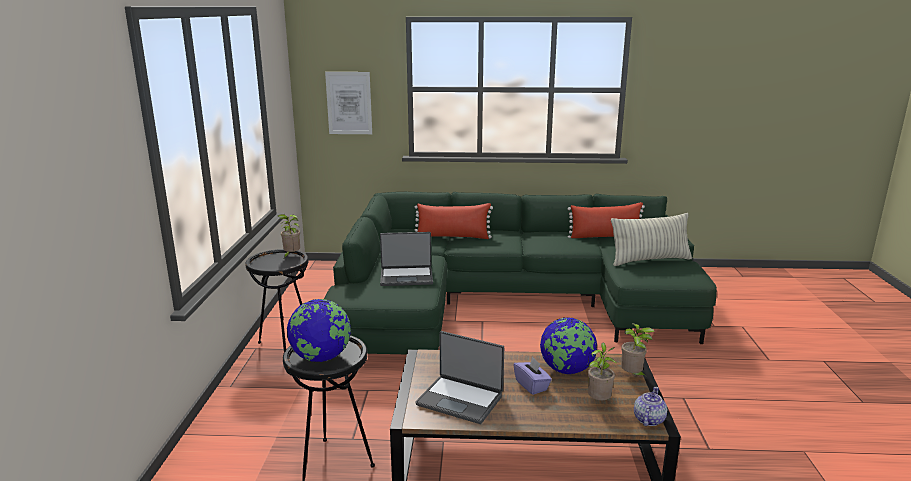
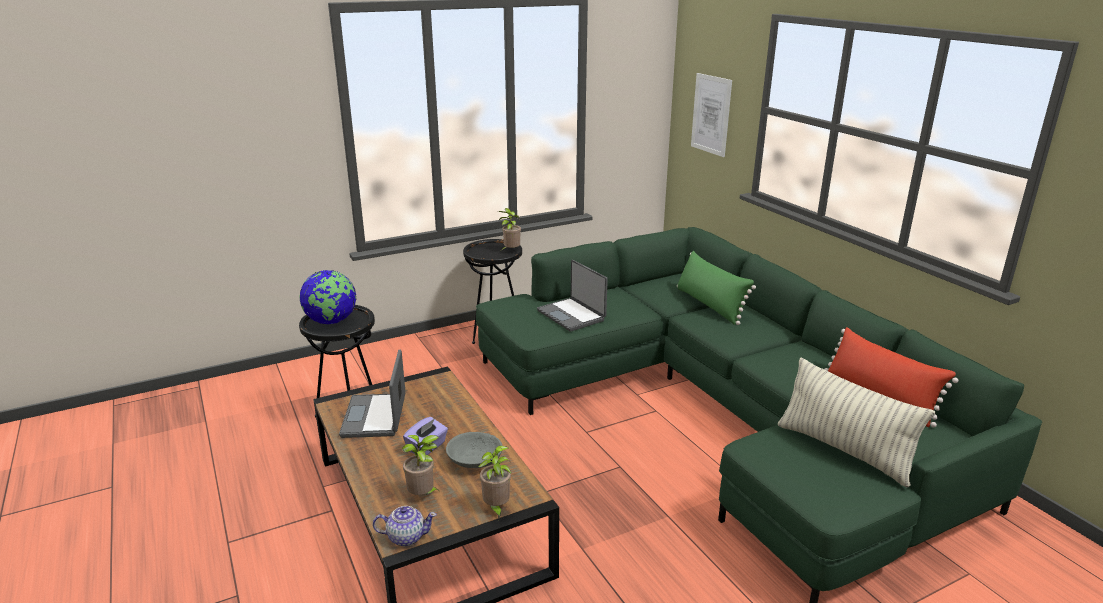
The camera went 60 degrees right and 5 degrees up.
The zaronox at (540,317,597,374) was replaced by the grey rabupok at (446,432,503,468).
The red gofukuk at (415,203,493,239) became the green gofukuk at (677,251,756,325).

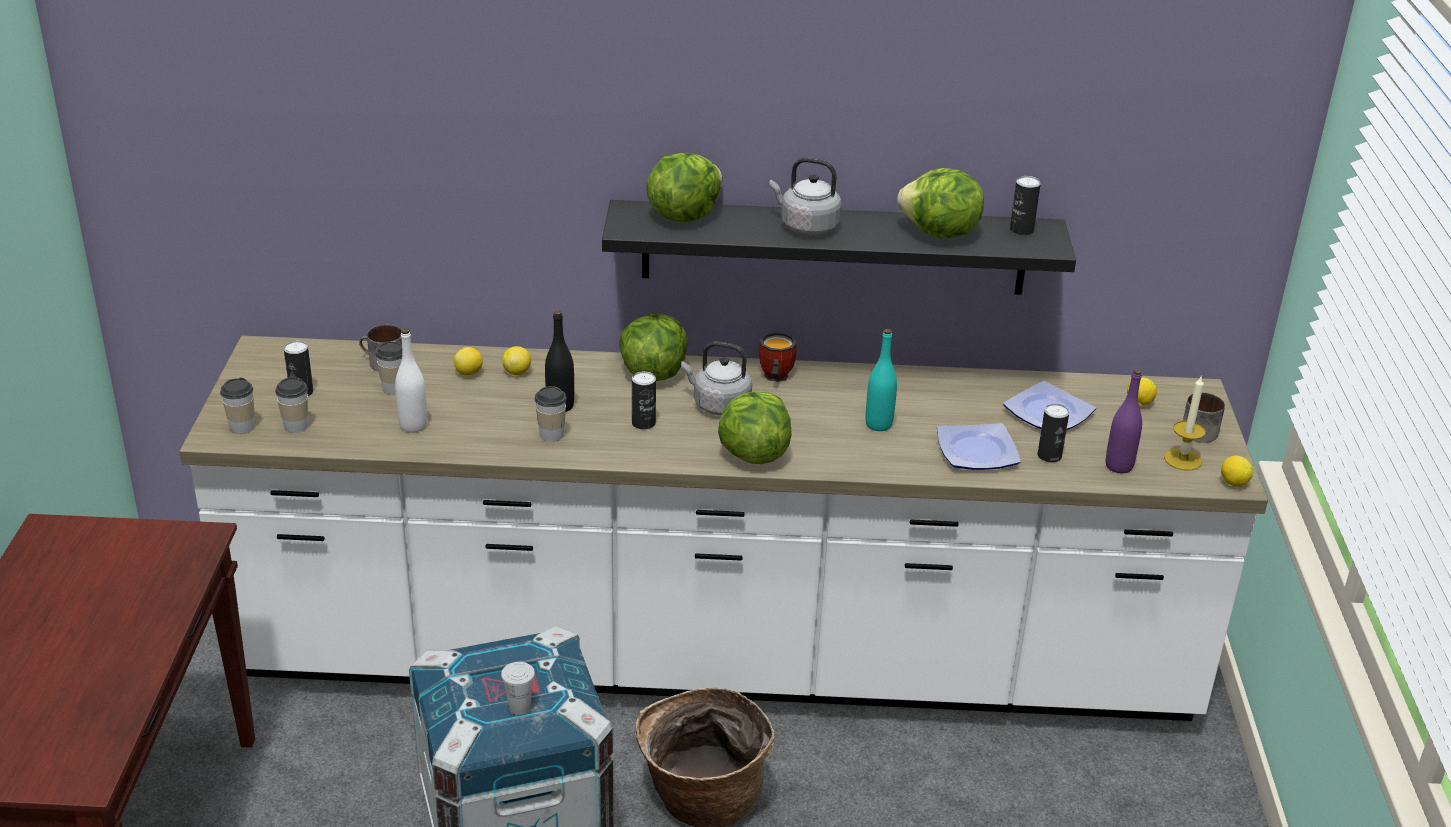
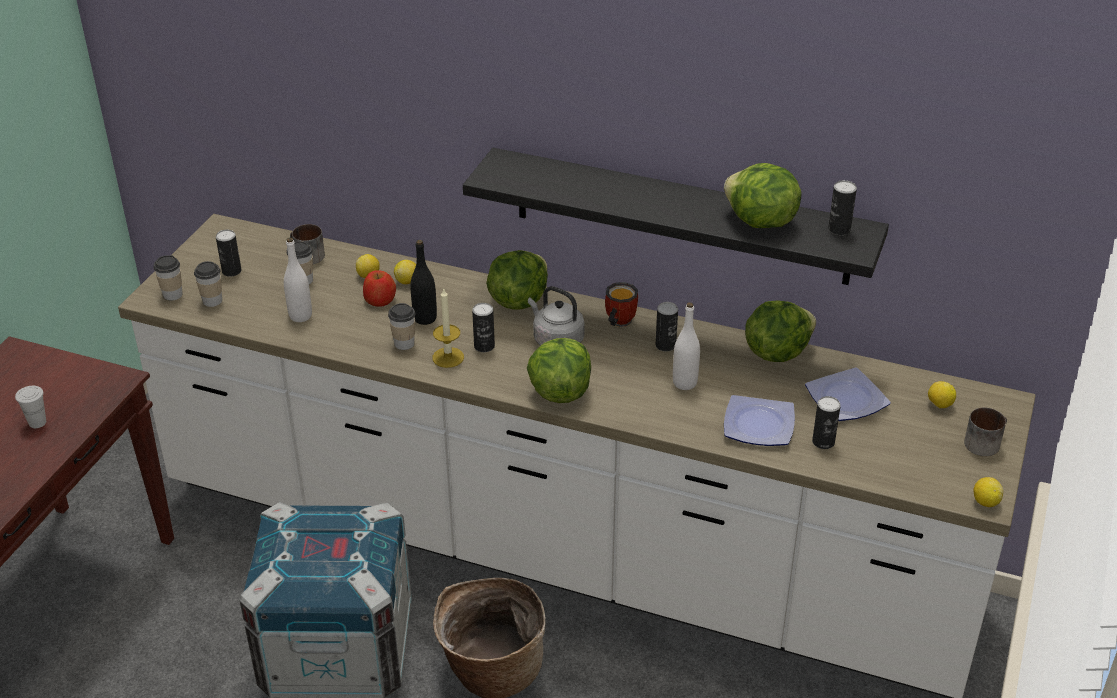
The camera went 20 degrees right and 5 degrees up.
The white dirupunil moved from (501,662,535,715) to (15,386,46,428).
The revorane at (363,270,396,307) appeared.
The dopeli moved from (1164,377,1206,471) to (432,289,464,368).
The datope at (656,302,678,351) appeared.
The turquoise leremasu at (866,329,897,431) became the white leremasu at (673,302,700,390).
The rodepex moved from (646,152,722,222) to (745,300,816,362).
The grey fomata at (769,157,842,235) disappeared.
The purple leremasu at (1106,369,1142,473) disappeared.

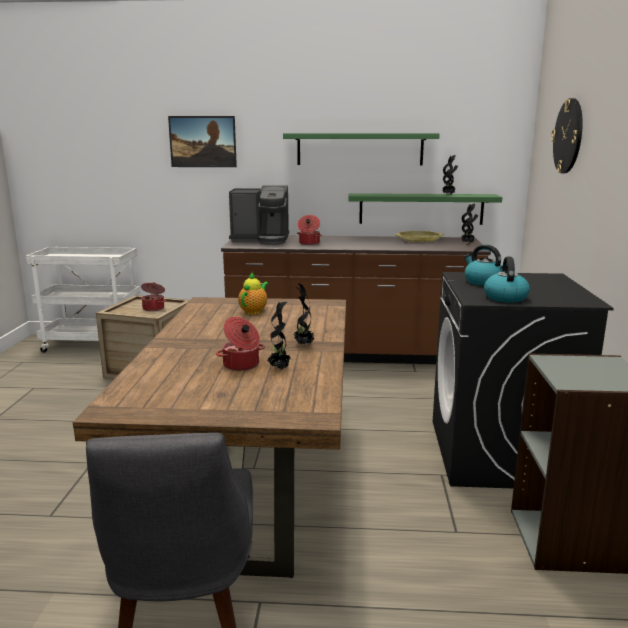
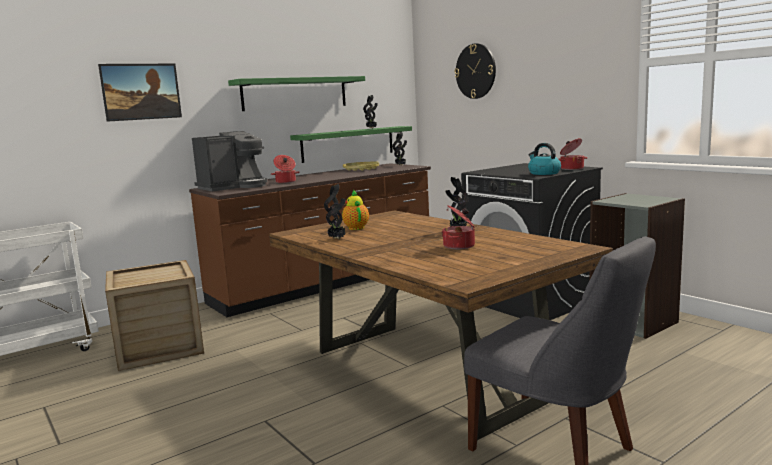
The camera went 40 degrees left and 5 degrees down.
The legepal moved from (267,302,291,370) to (324,184,346,239).
The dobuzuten moved from (140,282,166,311) to (559,138,588,170).
The fomata at (464,245,502,286) disappeared.

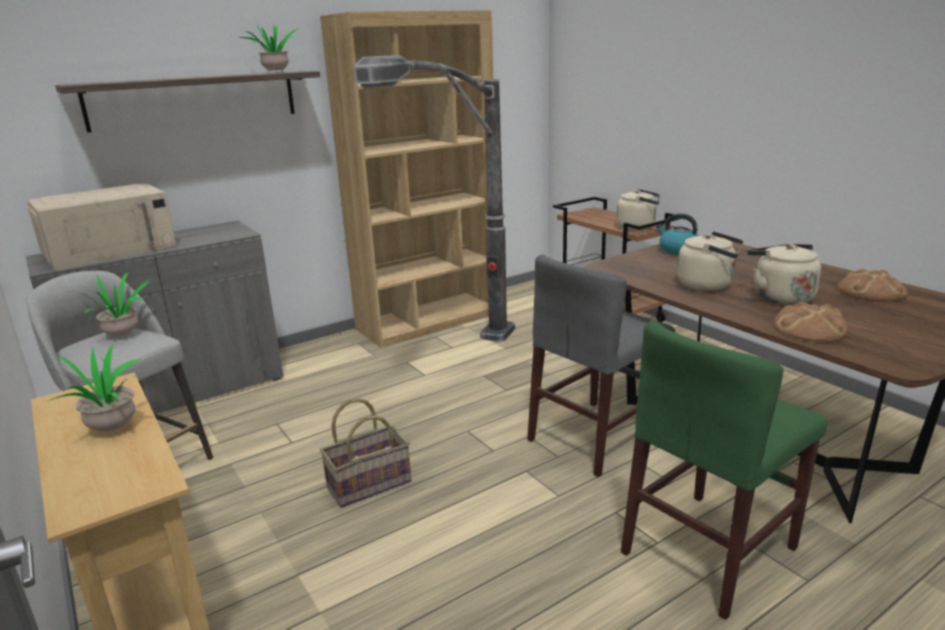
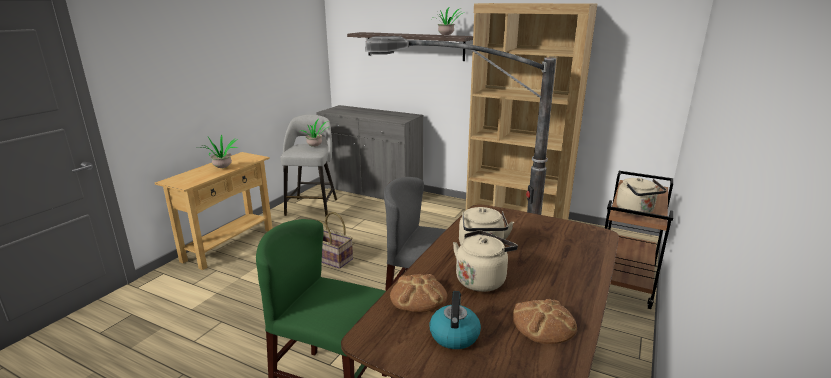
The camera went 60 degrees right and 0 degrees up.
The fomata moved from (656,213,699,255) to (429,291,481,349).
The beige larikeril at (27,183,177,271) disappeared.

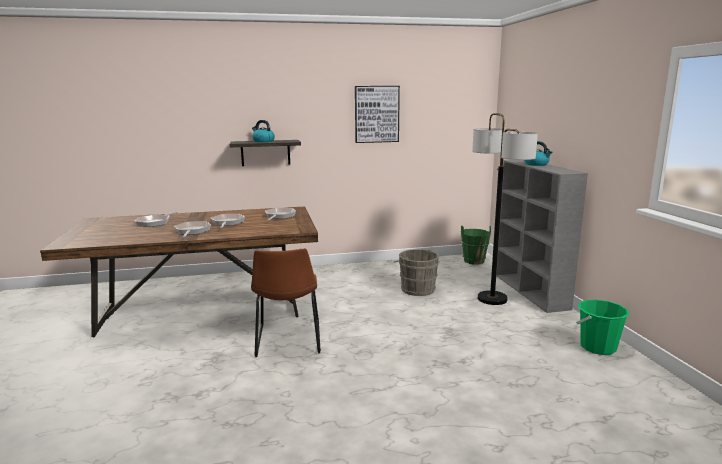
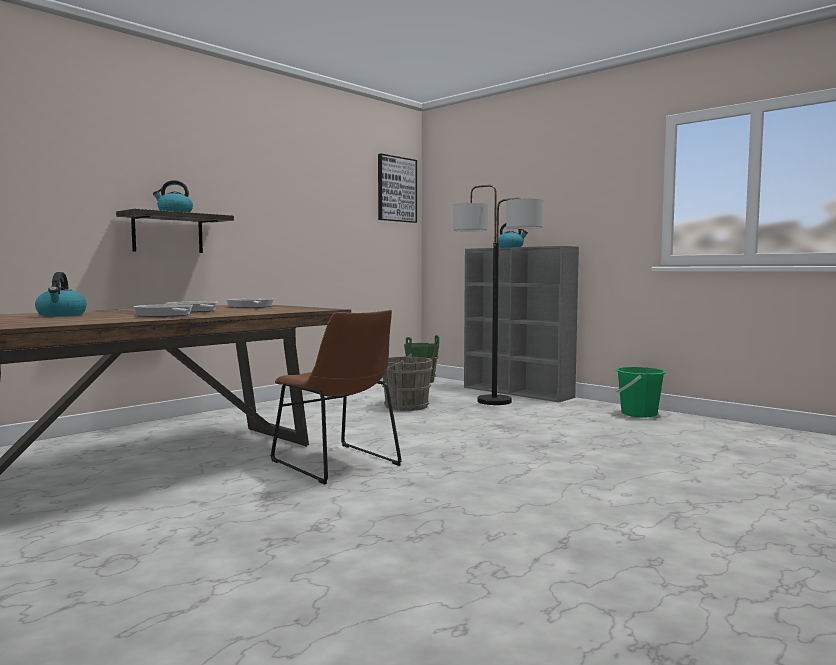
The camera went 35 degrees left and 10 degrees down.
The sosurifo at (134,211,177,227) was replaced by the fomata at (35,272,87,317).
The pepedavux moved from (355,86,400,143) to (378,154,417,223).

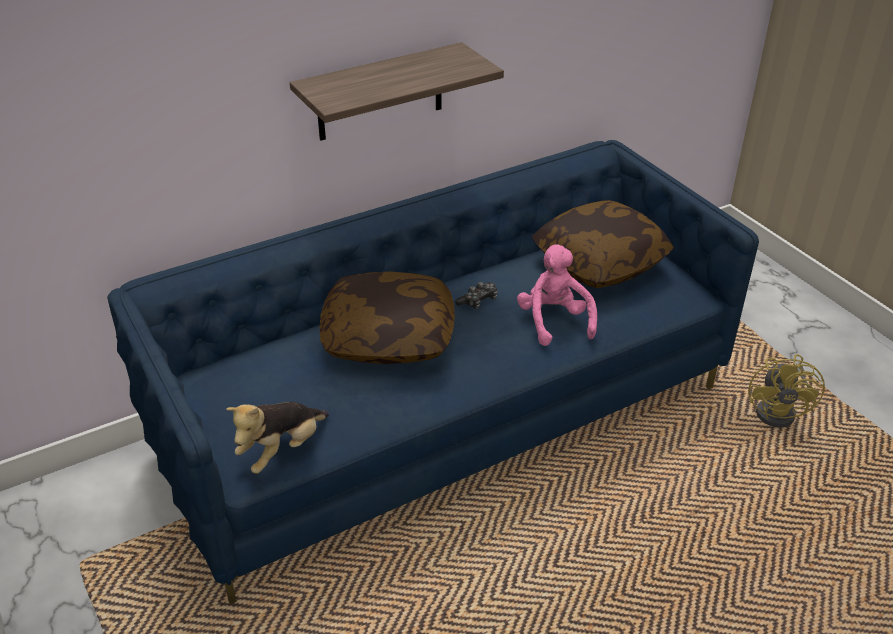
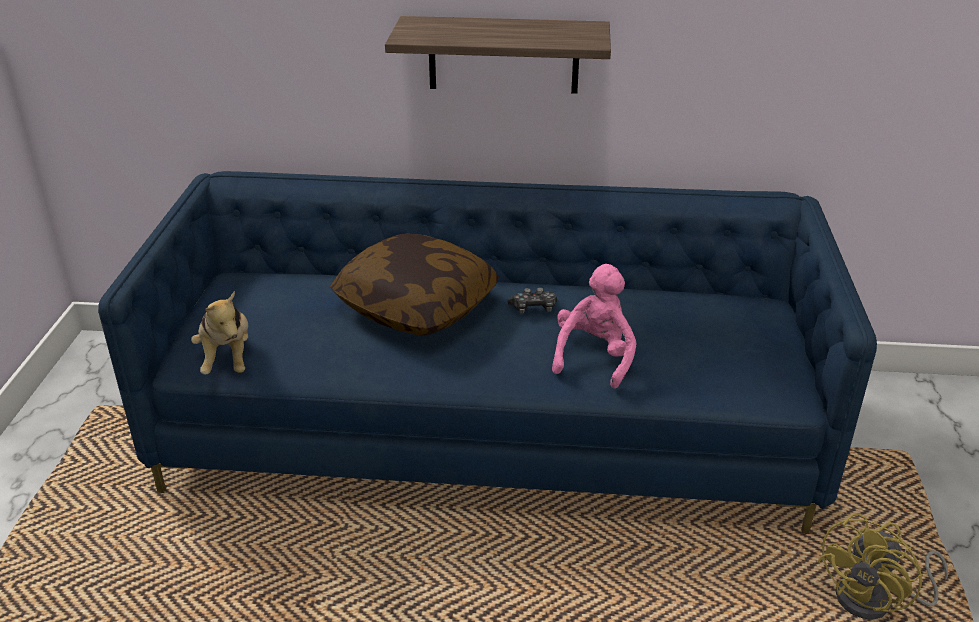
The camera went 35 degrees right and 5 degrees down.
The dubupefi at (226,402,329,474) turned 90 degrees counterclockwise.
The gofukuk at (532,200,674,288) disappeared.

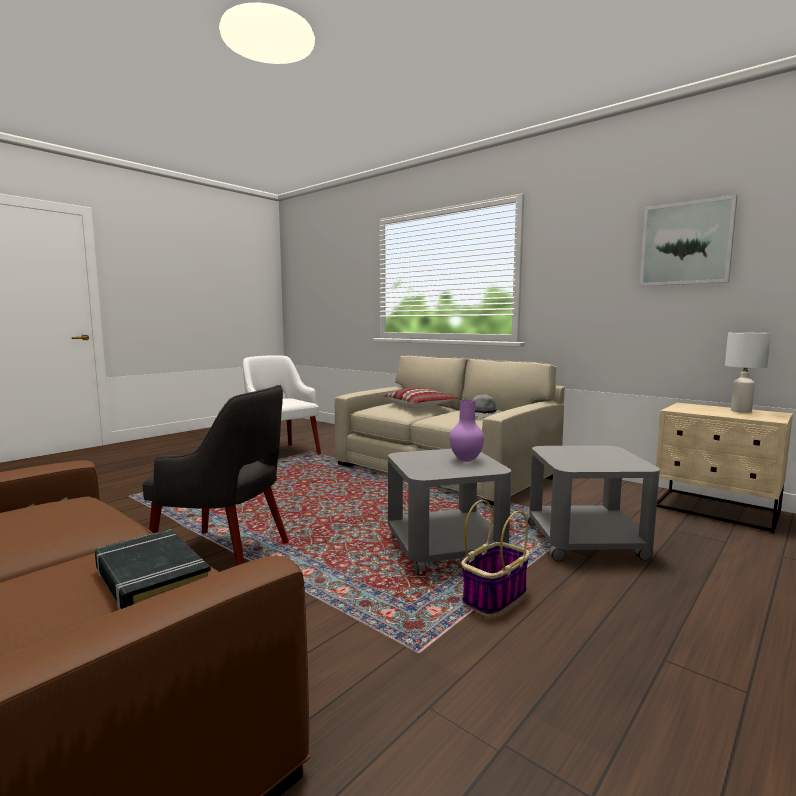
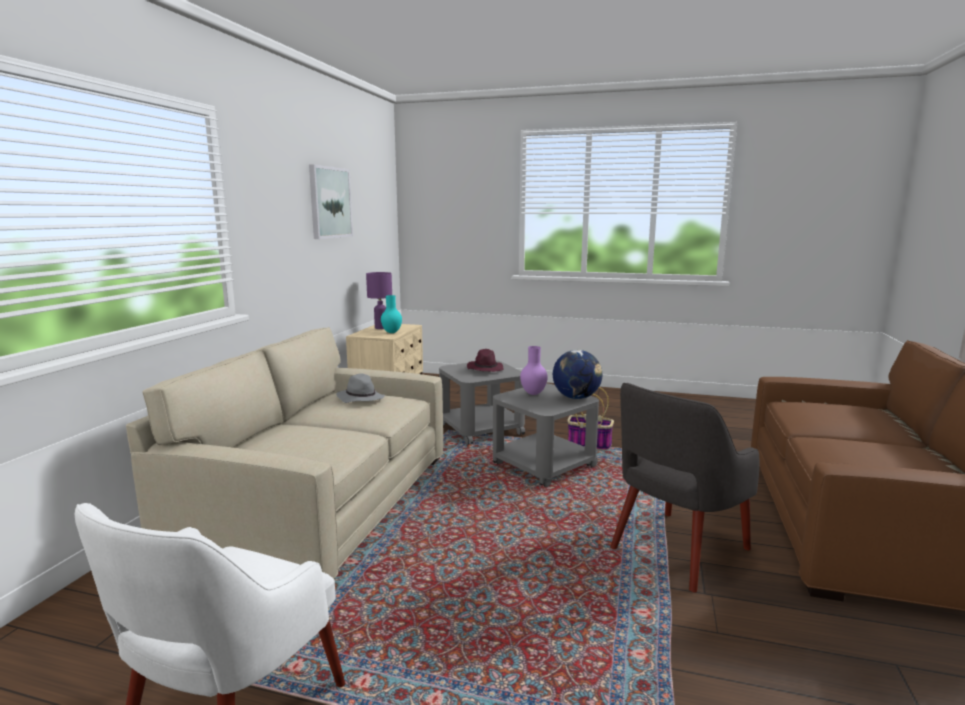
The camera went 115 degrees left and 5 degrees up.
The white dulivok at (725,332,771,413) became the purple dulivok at (366,272,392,329).
The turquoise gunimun at (381,295,402,333) appeared.
The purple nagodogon at (467,349,503,372) appeared.
The zaronox at (553,350,602,399) appeared.
The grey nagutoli at (142,385,289,565) turned 120 degrees counterclockwise.
The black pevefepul at (95,529,211,610) disappeared.
The gofukuk at (383,388,458,408) disappeared.

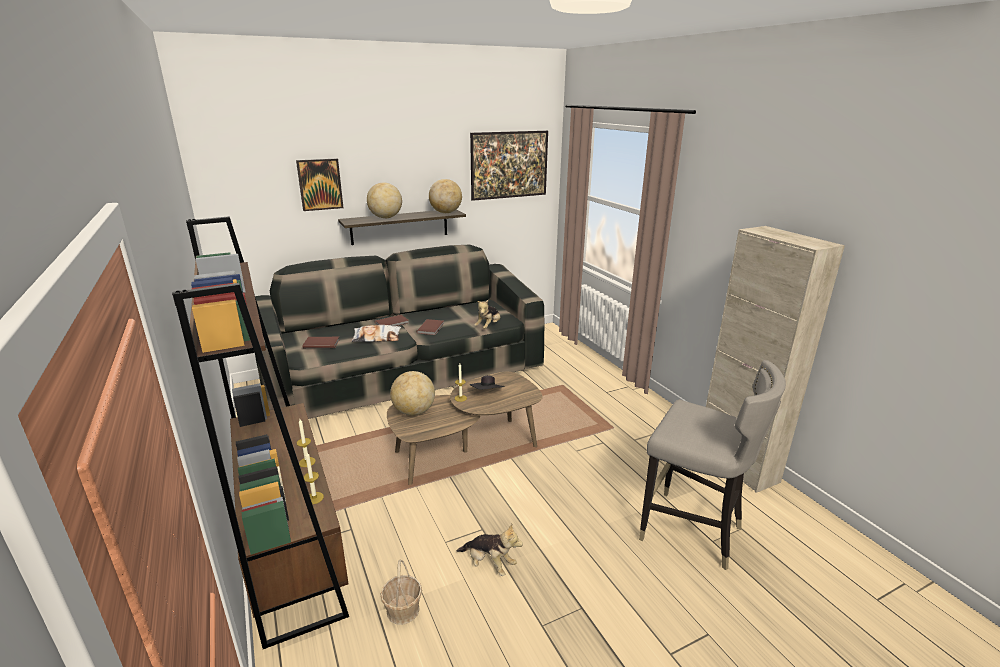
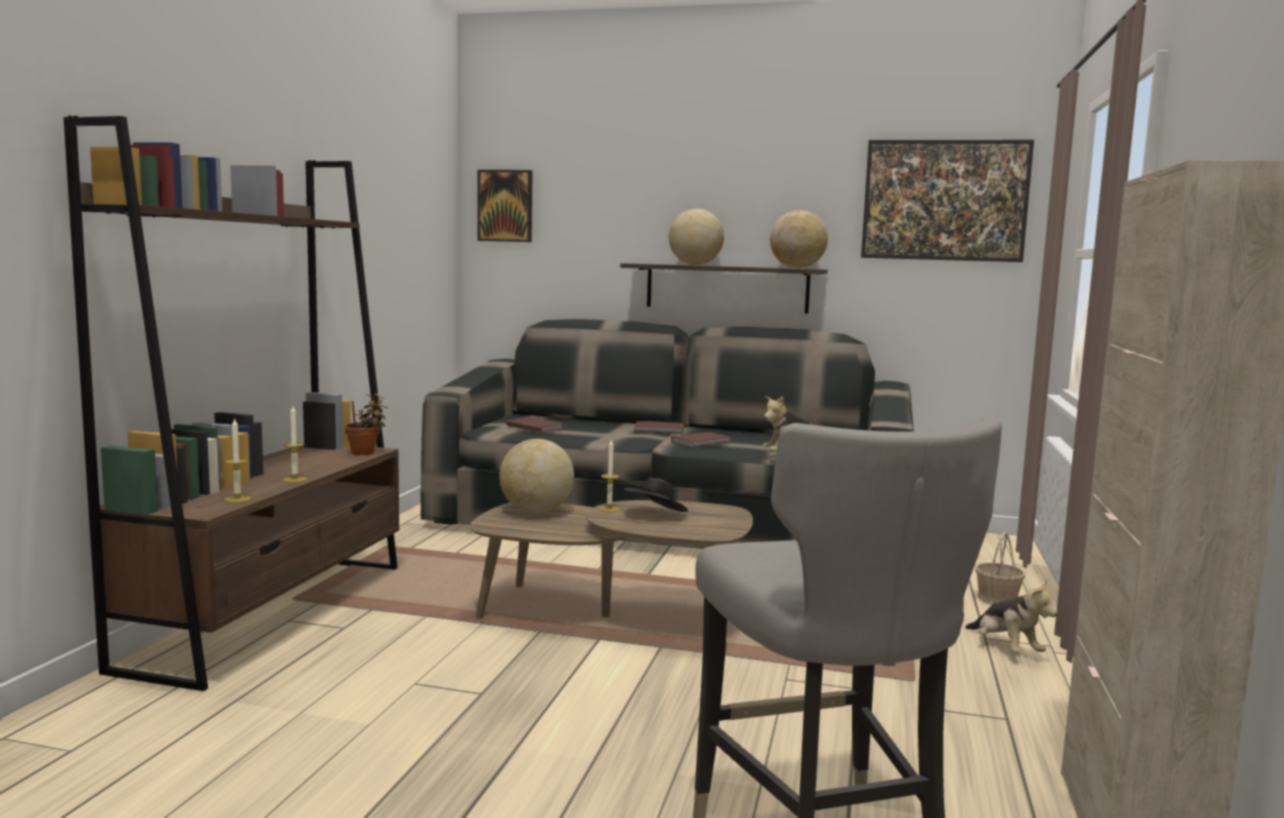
The camera went 40 degrees right and 15 degrees down.
The legepal at (344,393,388,455) appeared.
The pepedavux moved from (296,159,343,211) to (477,170,533,242).
The dubupefi moved from (457,524,523,576) to (965,581,1058,653).
The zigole moved from (381,560,422,625) to (975,532,1025,605).
The gofukuk at (352,325,401,342) disappeared.

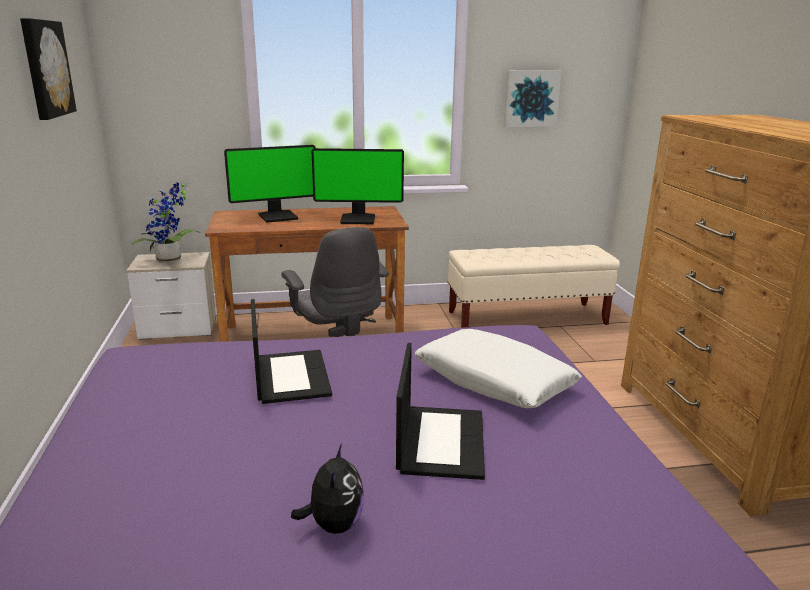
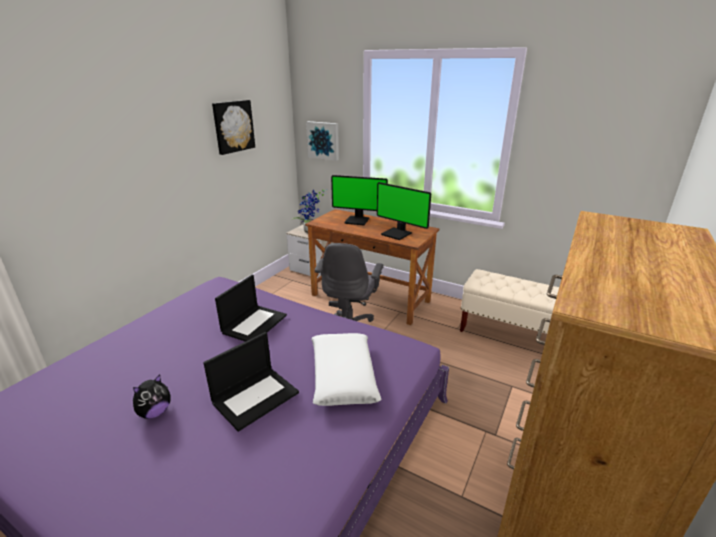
The camera went 40 degrees right and 5 degrees up.
The pepedavux moved from (504,70,562,127) to (306,121,339,161).

